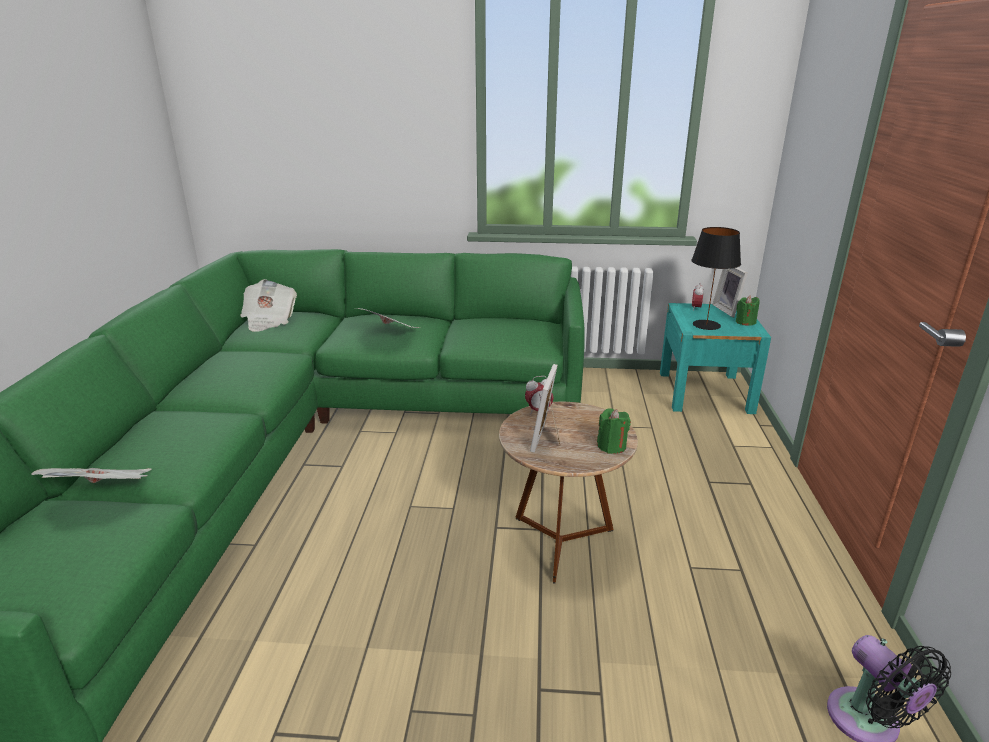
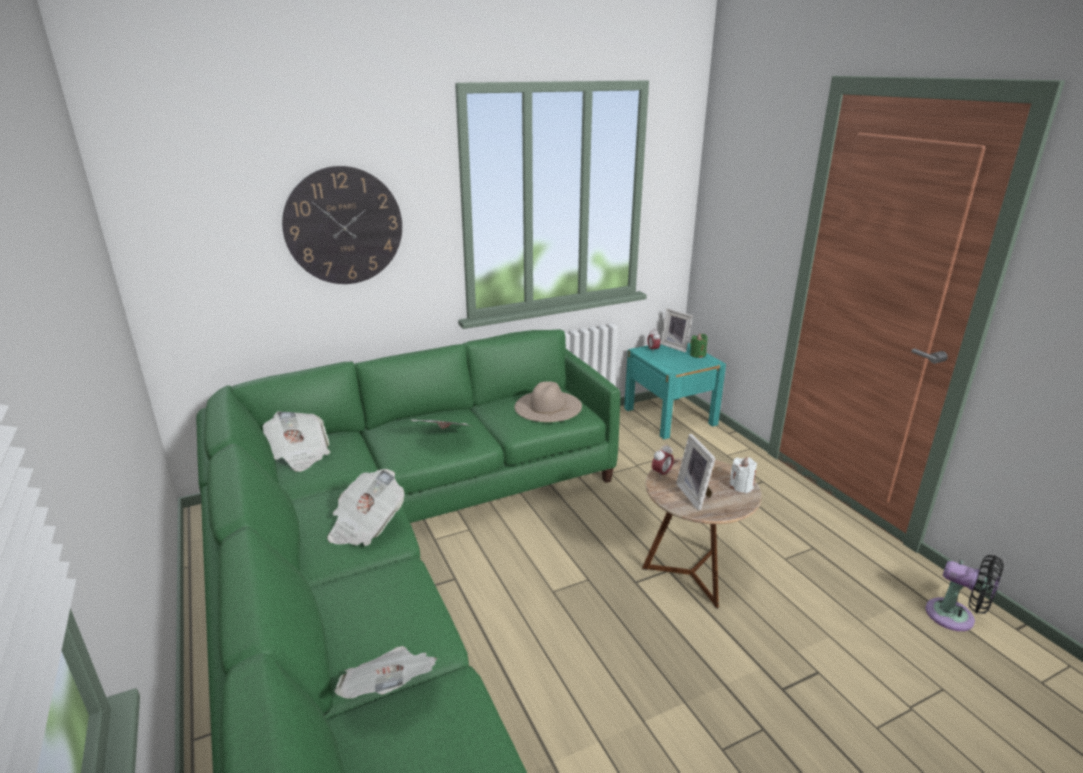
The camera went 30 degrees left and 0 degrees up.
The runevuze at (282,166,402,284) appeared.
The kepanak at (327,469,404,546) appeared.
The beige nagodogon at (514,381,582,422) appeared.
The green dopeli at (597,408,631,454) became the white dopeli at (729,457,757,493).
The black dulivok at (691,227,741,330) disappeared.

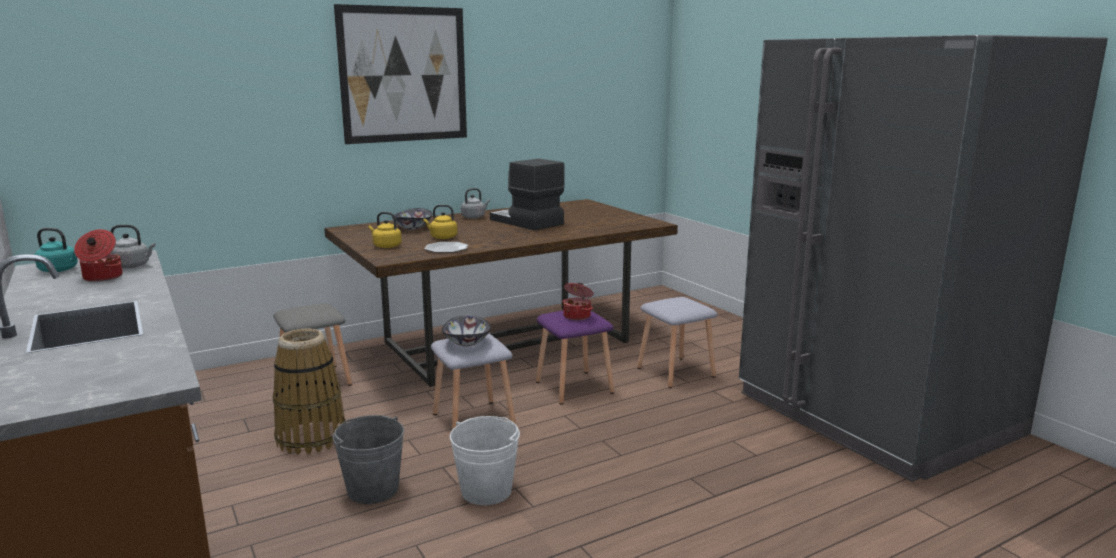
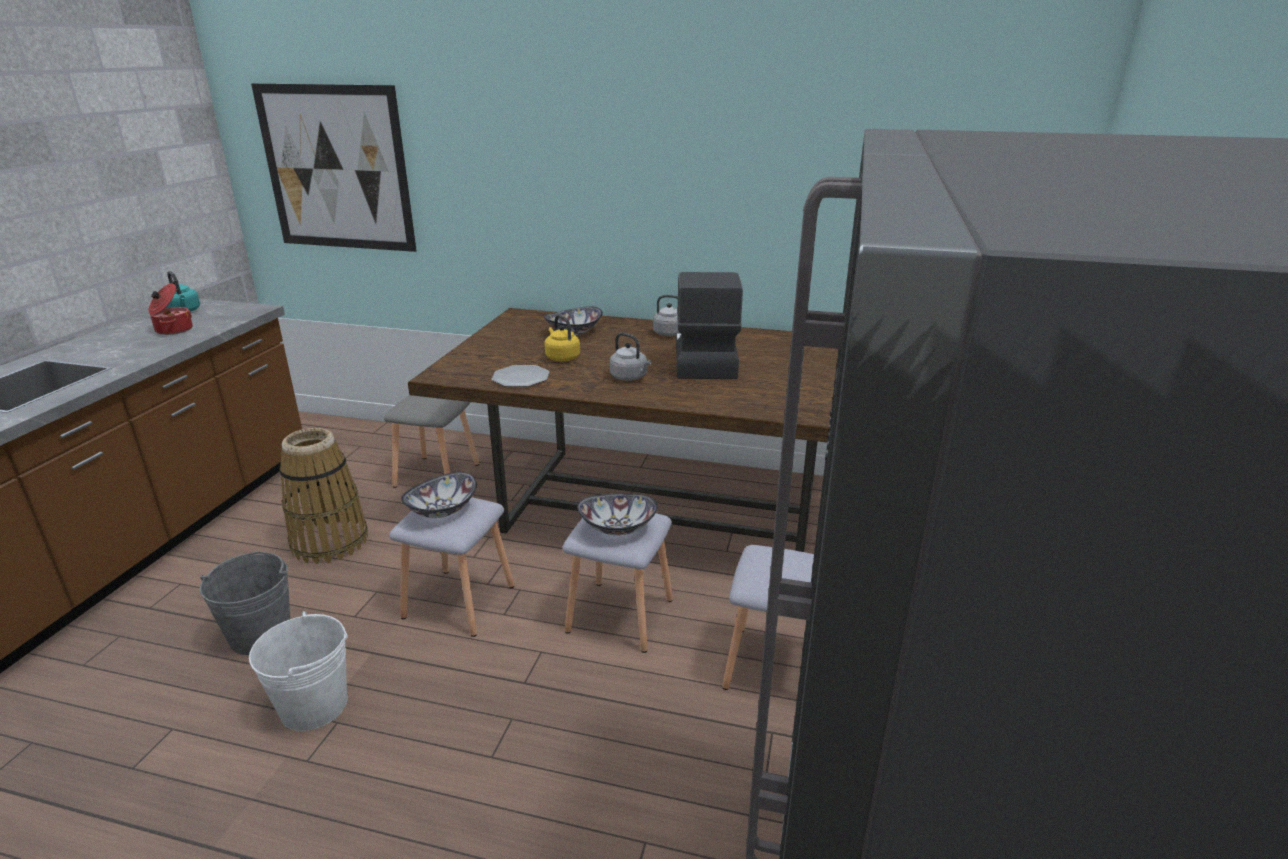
The camera went 45 degrees right and 10 degrees up.
The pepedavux moved from (334,4,467,144) to (251,83,417,252).
The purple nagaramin at (536,311,614,404) became the grey nagaramin at (562,513,673,653).
The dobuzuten at (562,283,593,320) was replaced by the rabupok at (577,494,658,535).
The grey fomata moved from (110,225,156,268) to (610,332,652,381).
The yellow fomata at (368,212,402,248) disappeared.

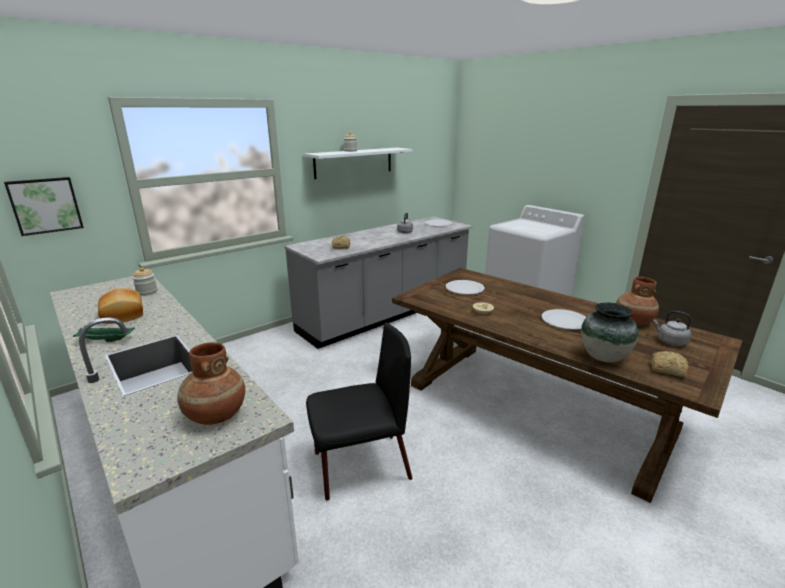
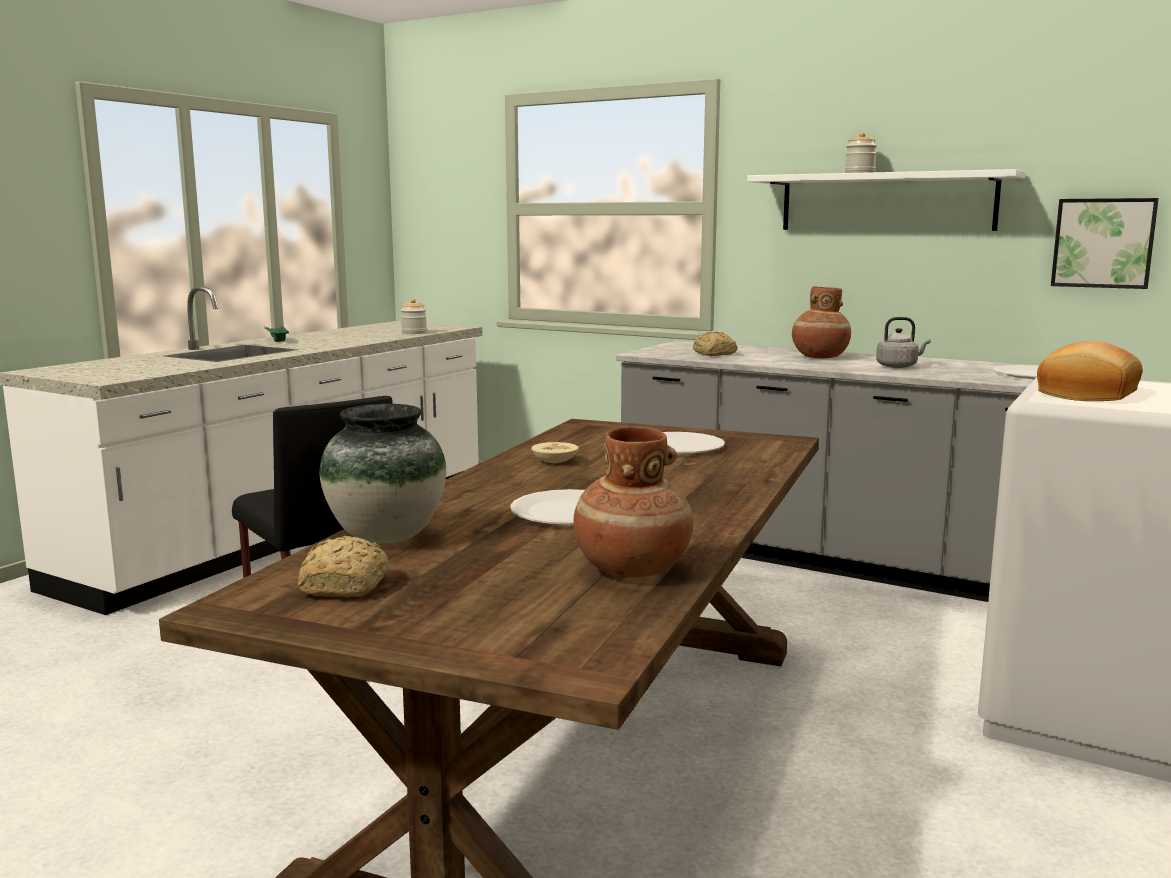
The camera went 70 degrees right and 10 degrees down.
The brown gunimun moved from (177,342,245,425) to (792,286,851,358).
The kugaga moved from (98,288,143,324) to (1037,340,1142,401).
The pepedavux moved from (4,177,84,236) to (1051,198,1159,289).
The grey fomata at (653,311,691,346) disappeared.

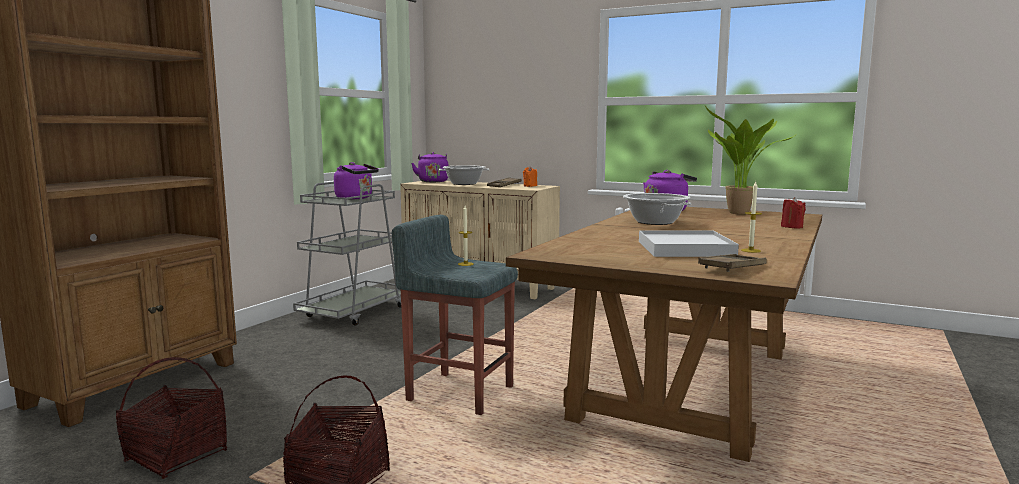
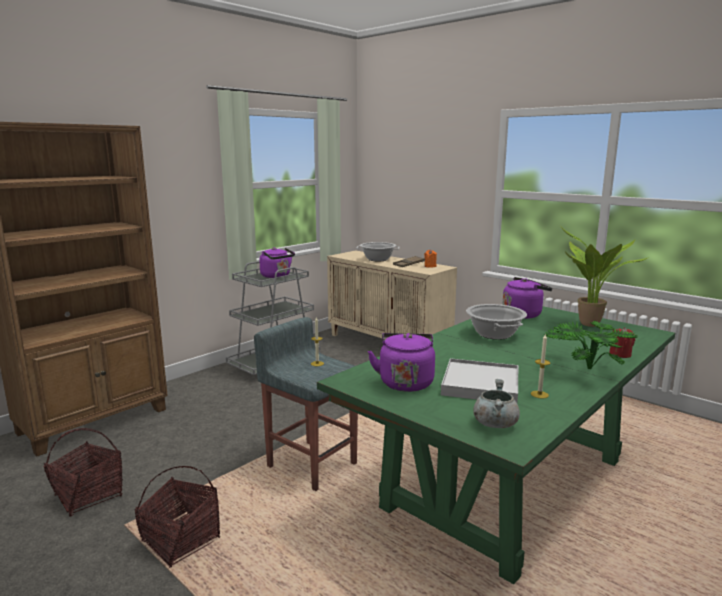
The camera went 15 degrees right and 5 degrees up.
The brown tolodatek at (506,207,822,462) became the green tolodatek at (317,306,675,584).
The purple fomata moved from (411,152,449,182) to (368,333,435,392).
The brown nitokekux at (698,254,767,272) was replaced by the grey dobuzuten at (473,379,520,428).
The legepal at (543,321,637,369) appeared.

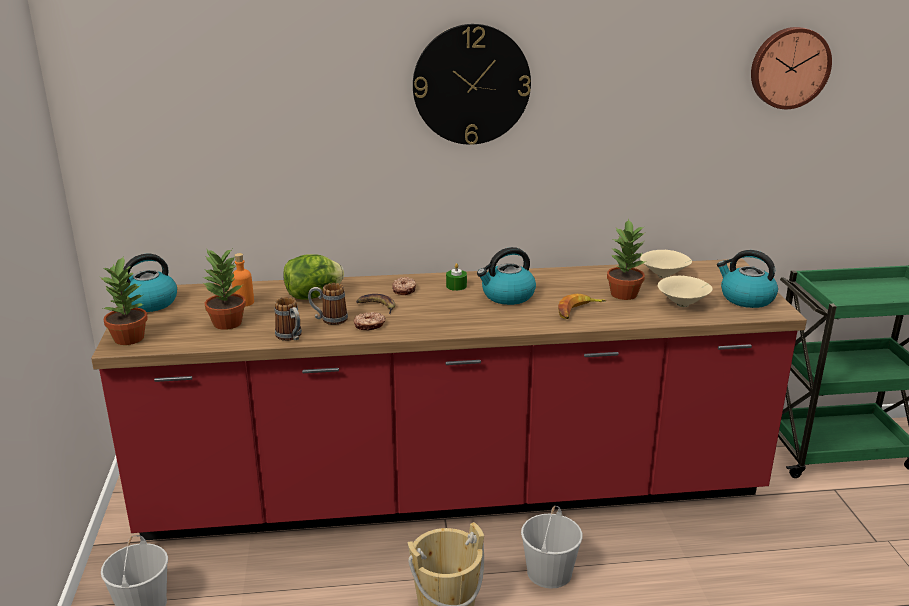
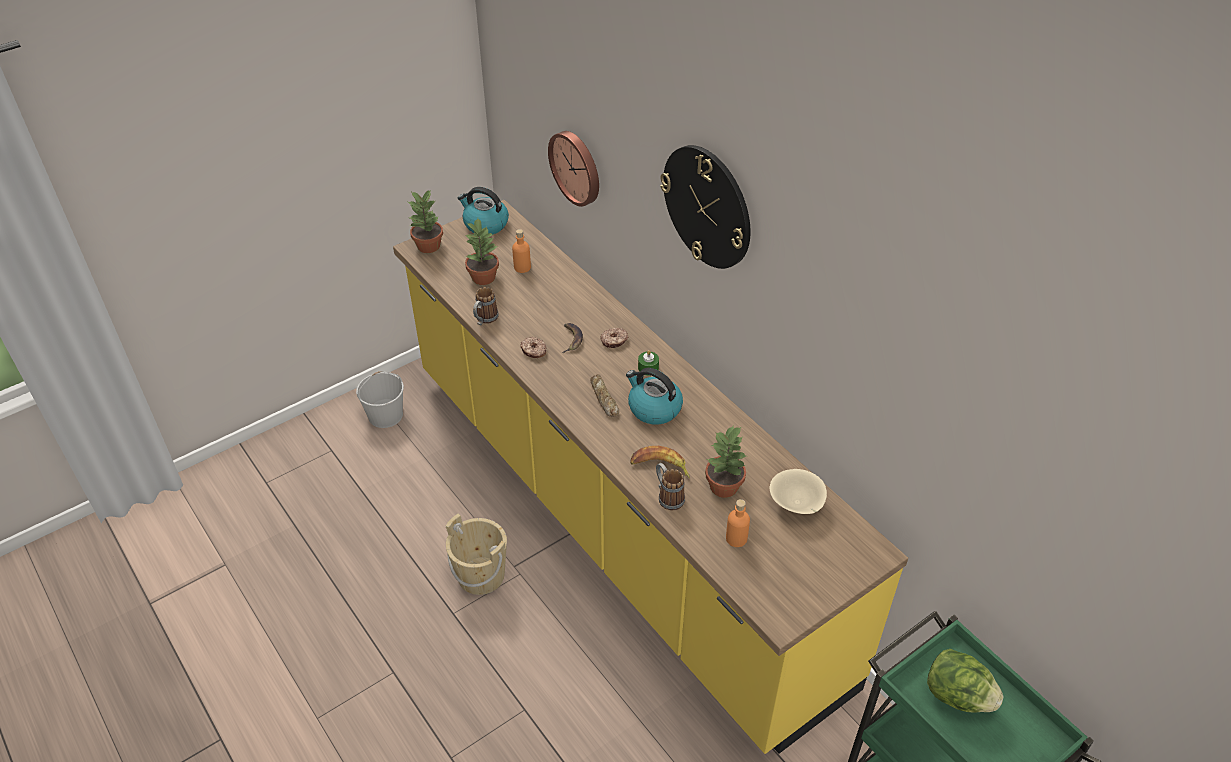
The camera went 60 degrees right and 20 degrees up.
The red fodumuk at (91,259,807,540) became the yellow fodumuk at (393,200,908,754).
The runevuze moved from (751,27,832,109) to (548,131,599,207).
The kugaga at (590,374,619,417) appeared.
The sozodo moved from (308,283,348,325) to (656,463,685,510).
The beige rabupok at (657,276,713,307) was replaced by the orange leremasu at (726,499,750,547).
The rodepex moved from (283,254,344,300) to (927,649,1004,713).
The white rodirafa at (521,506,583,589) disappeared.
The fomata at (717,250,778,308) disappeared.

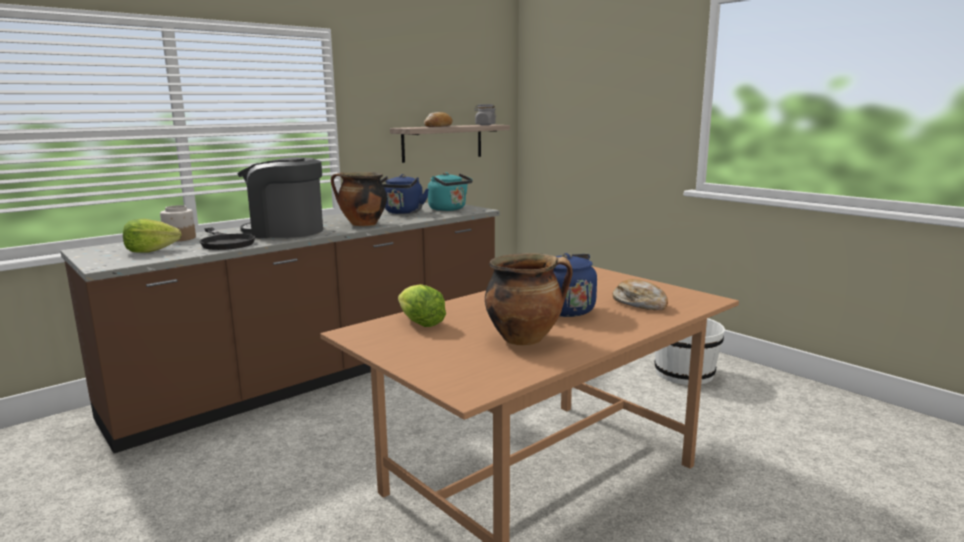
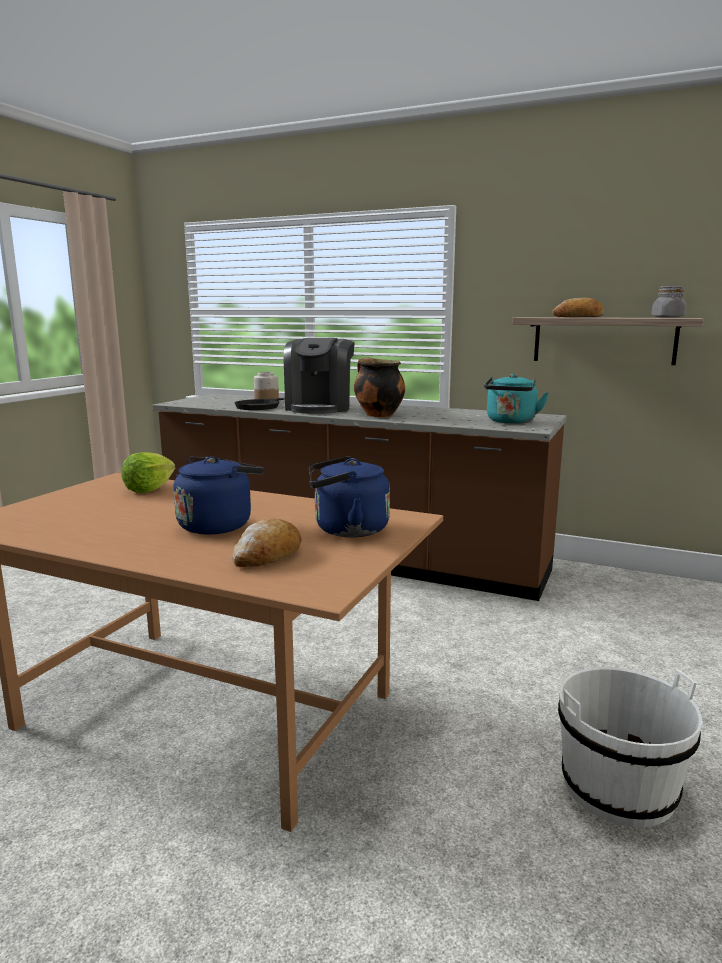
The camera went 65 degrees right and 0 degrees up.
The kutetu at (237,157,323,238) turned 150 degrees counterclockwise.
The blue fomata moved from (380,174,429,214) to (309,456,390,537).
The rodepex at (123,219,181,253) disappeared.
The dobuzuten at (485,253,573,346) disappeared.

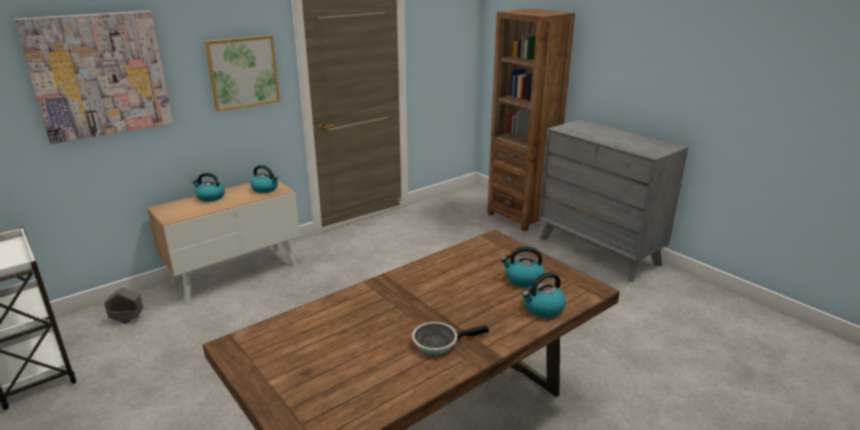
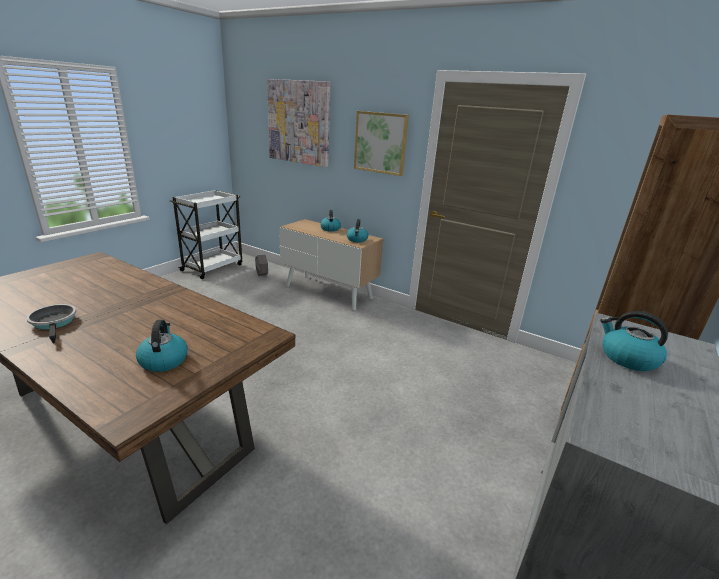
The camera went 70 degrees right and 0 degrees up.
The fomata moved from (522,272,566,317) to (600,311,669,371).

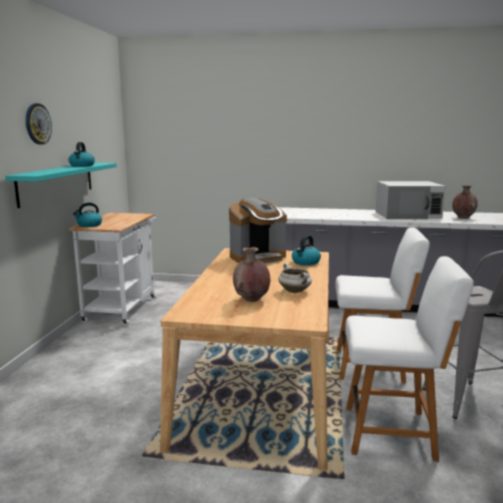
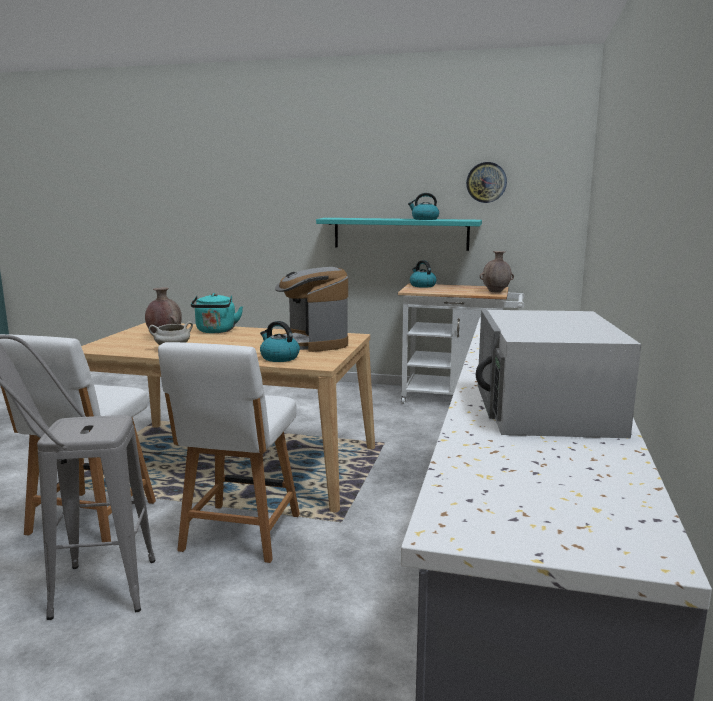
The camera went 95 degrees right and 0 degrees up.
The turquoise fomata at (191,293,243,333) appeared.
The runevuze moved from (26,103,52,145) to (466,162,507,203).
The brown gunimun moved from (452,185,478,219) to (480,251,514,293).

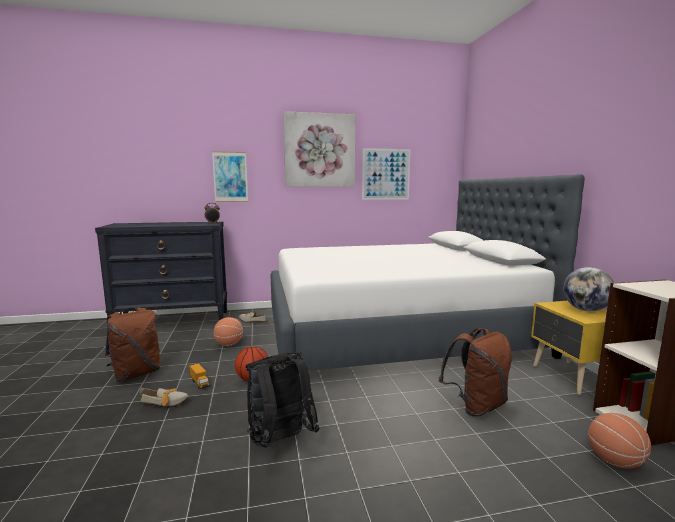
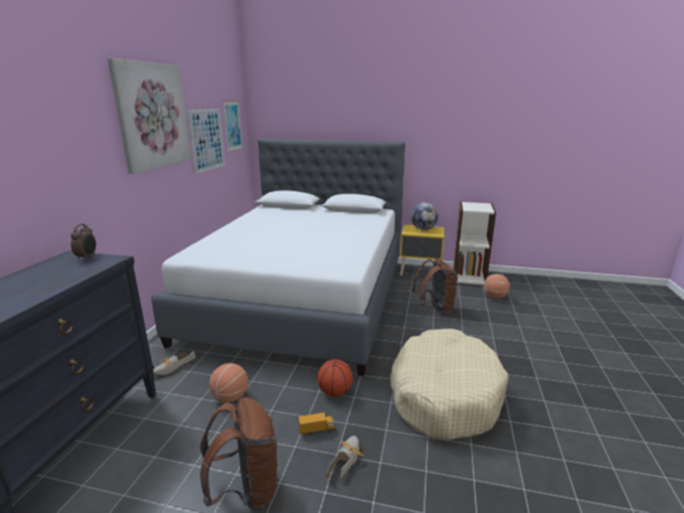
The camera went 65 degrees left and 10 degrees up.
The pepedavux moved from (212,151,248,202) to (223,101,243,152).
The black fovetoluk at (245,352,320,448) was replaced by the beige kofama at (390,329,509,440).

